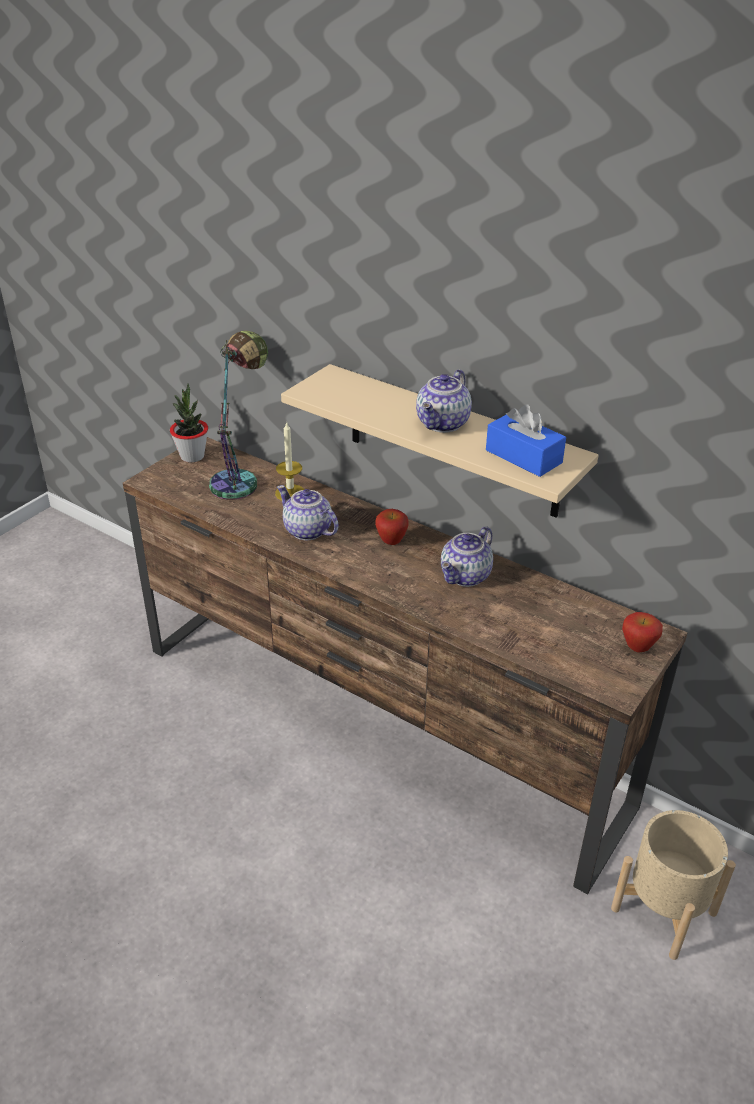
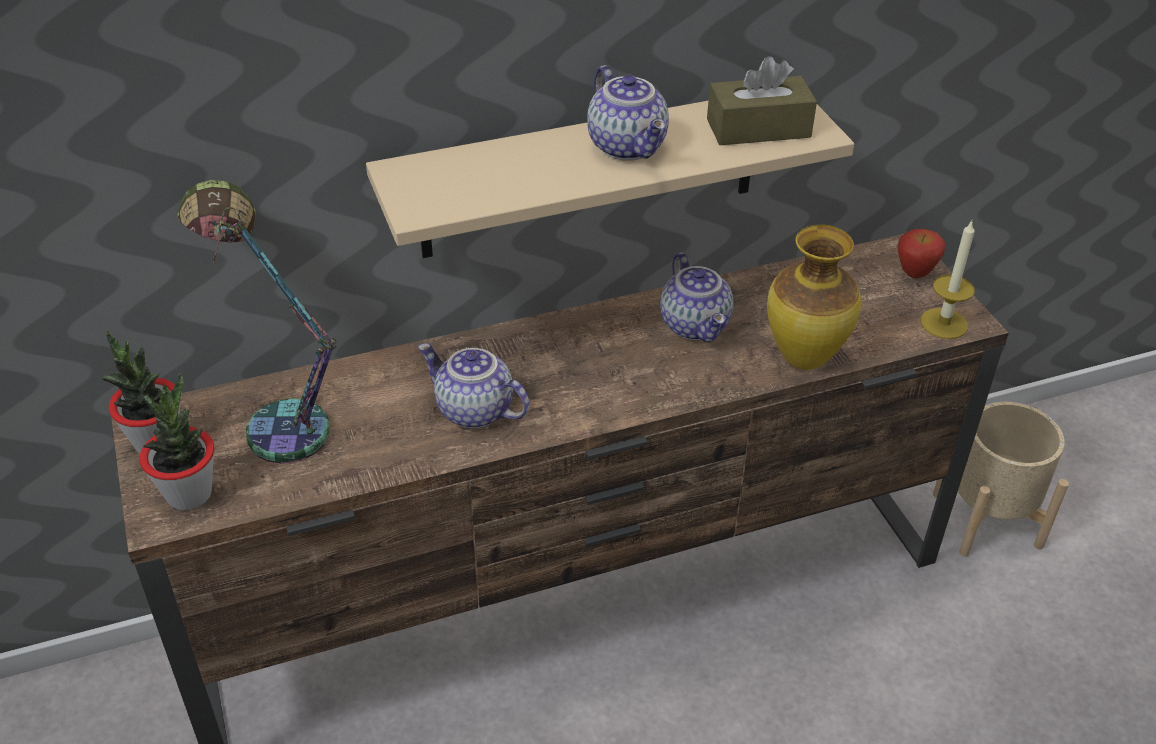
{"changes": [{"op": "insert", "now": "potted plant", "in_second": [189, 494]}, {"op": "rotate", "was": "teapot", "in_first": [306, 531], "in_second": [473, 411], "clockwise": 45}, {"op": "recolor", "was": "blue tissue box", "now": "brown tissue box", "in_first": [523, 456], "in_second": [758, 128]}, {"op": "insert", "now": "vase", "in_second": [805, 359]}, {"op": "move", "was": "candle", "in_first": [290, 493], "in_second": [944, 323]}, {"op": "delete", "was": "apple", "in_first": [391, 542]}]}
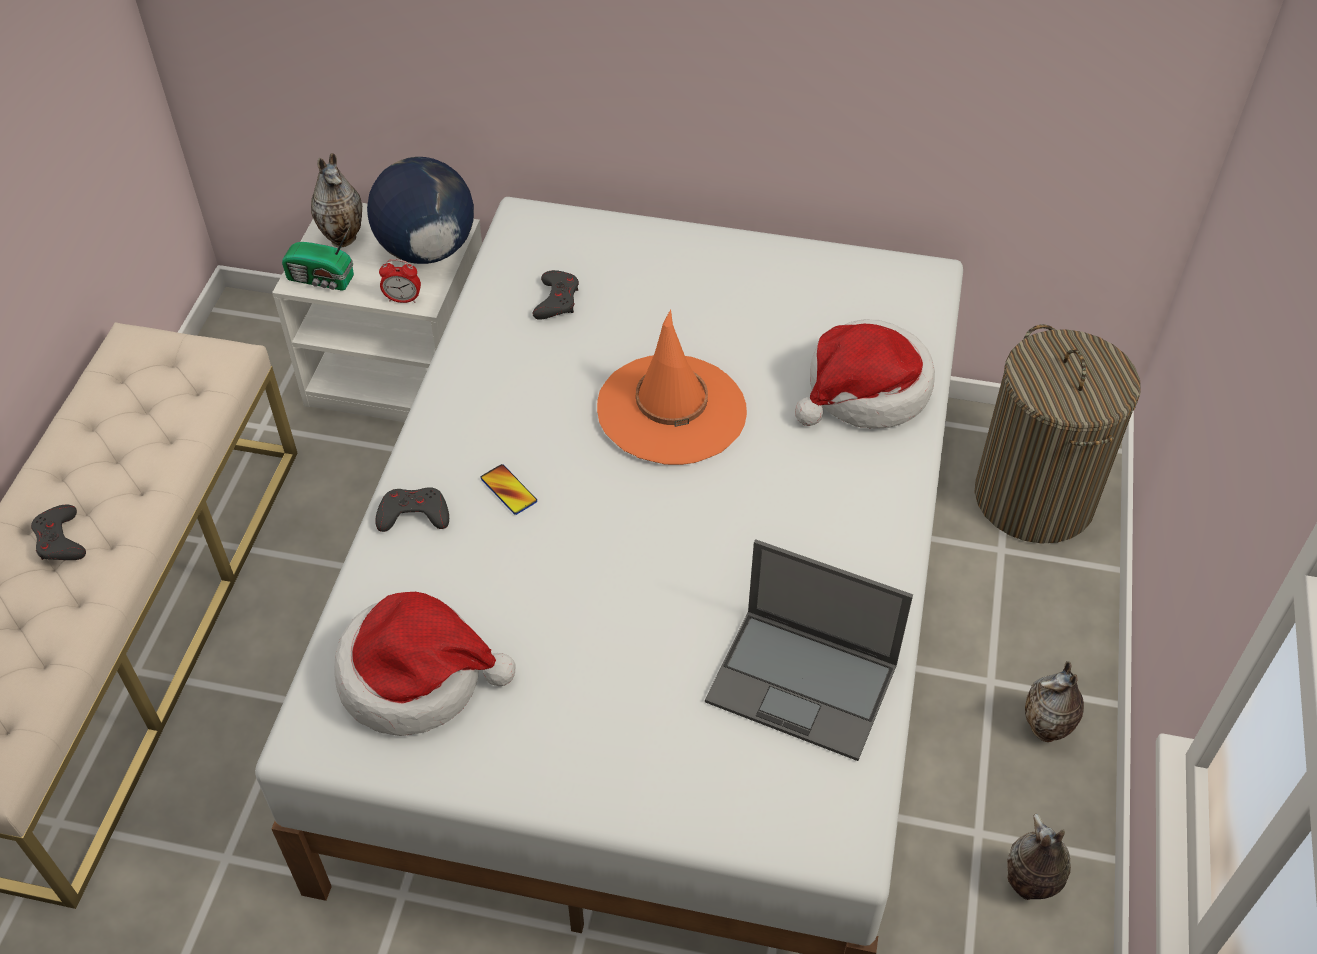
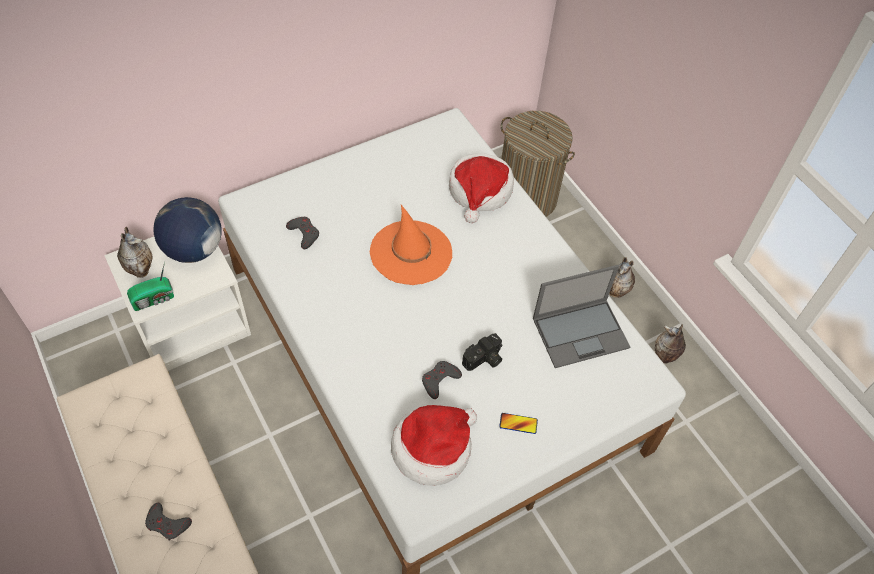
{"changes": [{"op": "move", "was": "grey game controller", "in_first": [413, 514], "in_second": [439, 380]}, {"op": "insert", "now": "photo camera", "in_second": [484, 360]}, {"op": "move", "was": "phone", "in_first": [508, 490], "in_second": [518, 423]}, {"op": "delete", "was": "alarm clock", "in_first": [403, 299]}]}
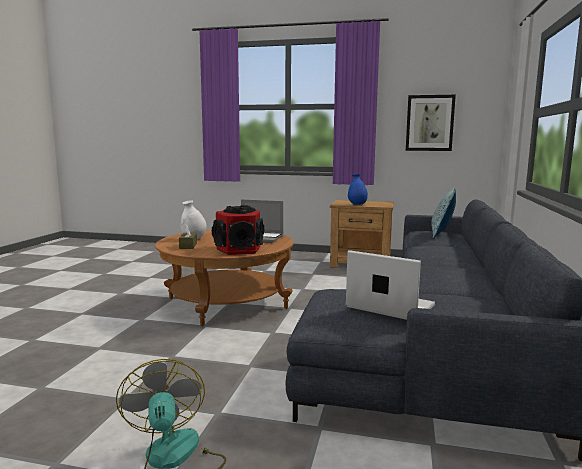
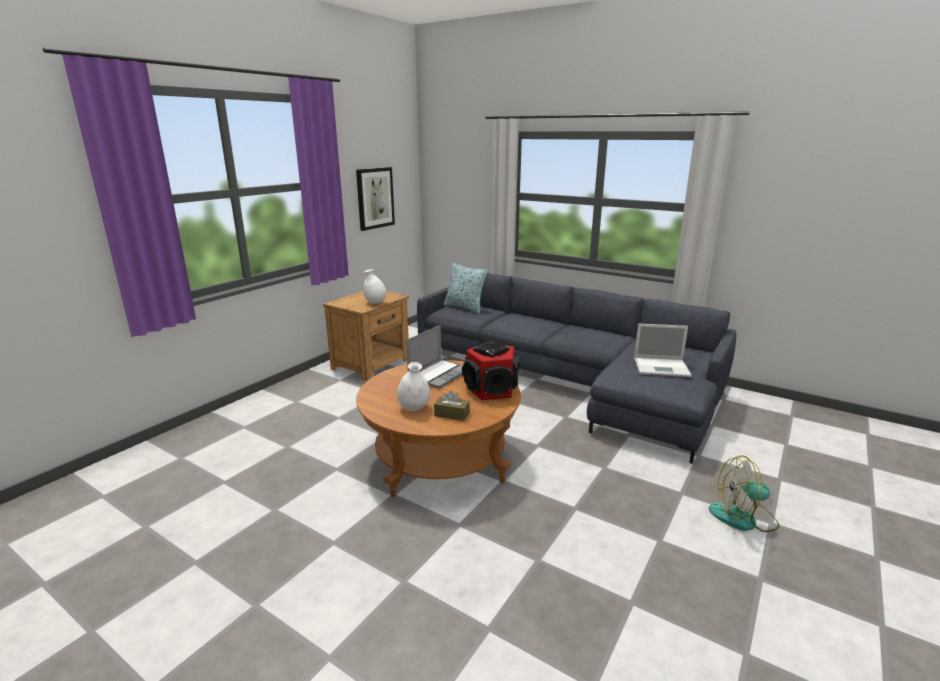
{"changes": [{"op": "recolor", "was": "blue vase", "now": "white vase", "in_first": [357, 205], "in_second": [375, 303]}, {"op": "rotate", "was": "laptop", "in_first": [388, 306], "in_second": [662, 367], "clockwise": -135}]}
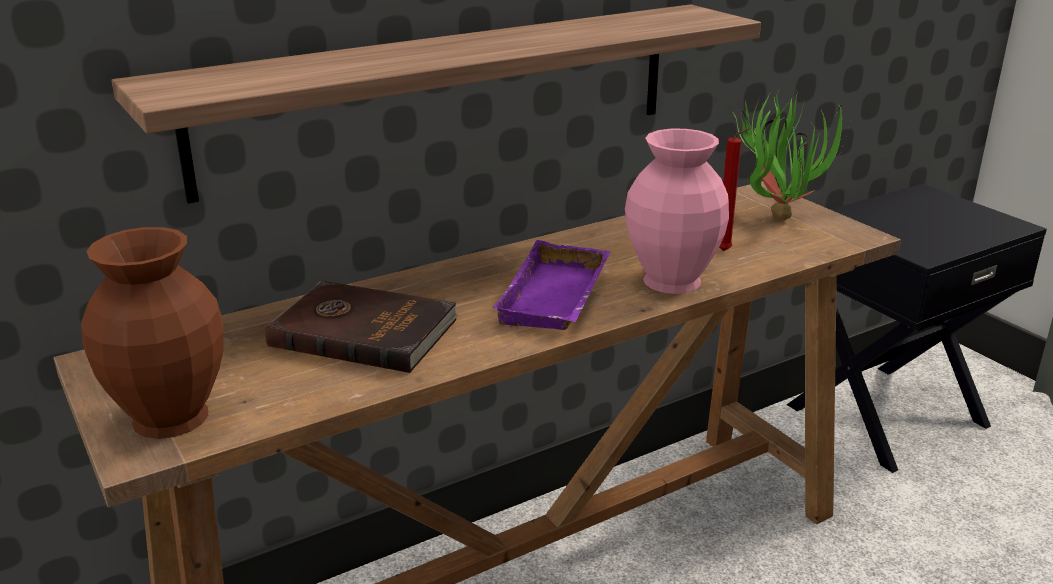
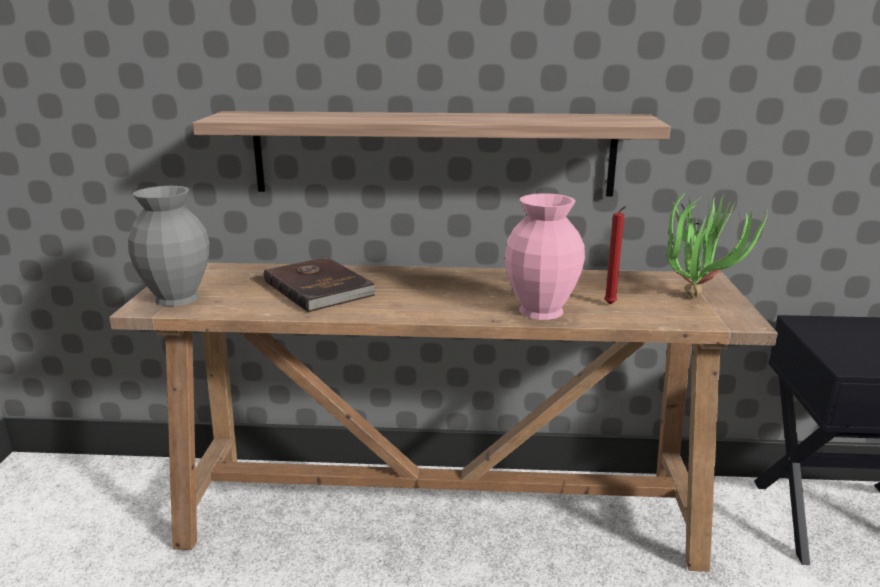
{"changes": [{"op": "recolor", "was": "brown vase", "now": "grey vase", "in_first": [168, 416], "in_second": [177, 297]}, {"op": "delete", "was": "purple tray", "in_first": [558, 298]}]}
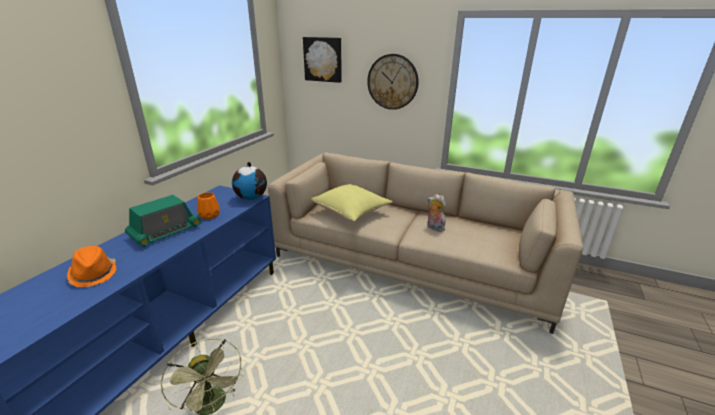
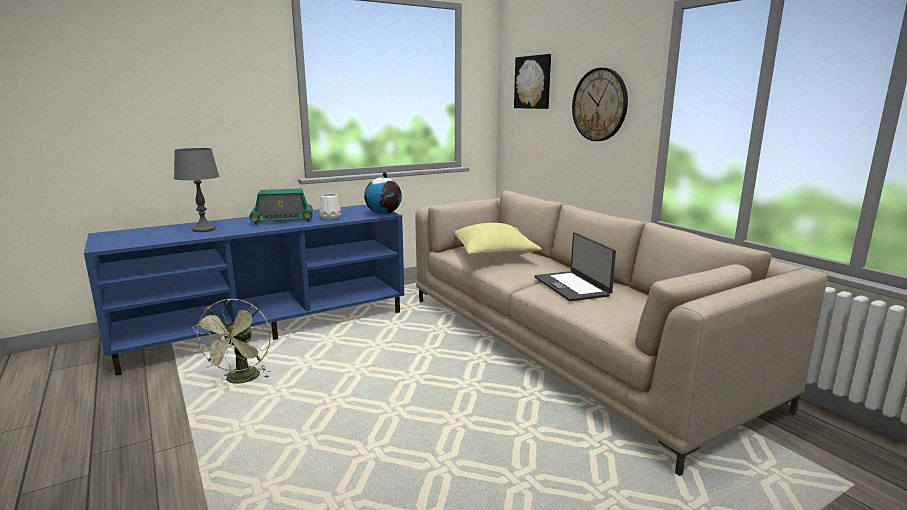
{"changes": [{"op": "replace", "was": "orange hat", "now": "grey table lamp", "in_first": [94, 274], "in_second": [204, 229]}, {"op": "recolor", "was": "orange vase", "now": "white vase", "in_first": [209, 215], "in_second": [330, 217]}, {"op": "replace", "was": "plush toy", "now": "laptop", "in_first": [434, 228], "in_second": [572, 286]}]}
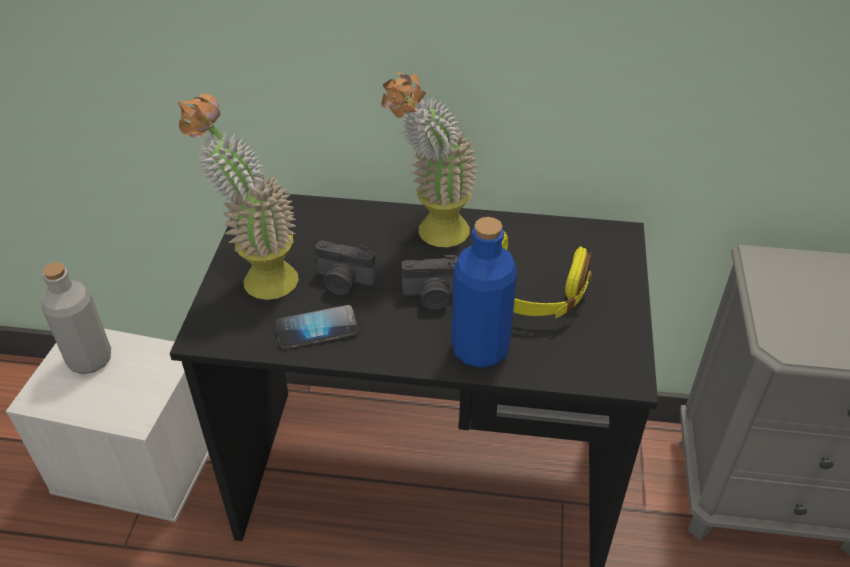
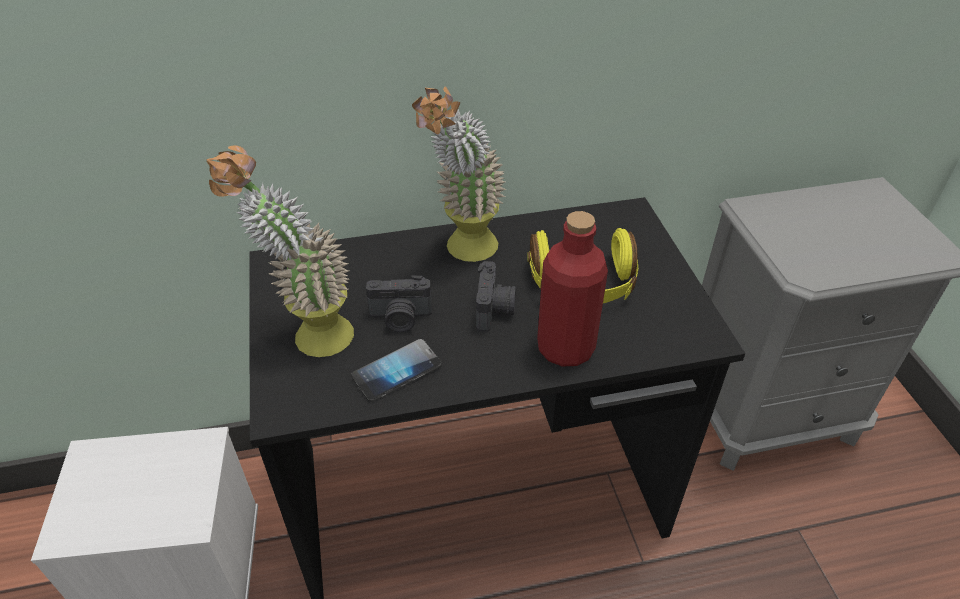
{"changes": [{"op": "rotate", "was": "photo camera", "in_first": [433, 297], "in_second": [495, 310], "clockwise": -60}, {"op": "recolor", "was": "blue bottle", "now": "red bottle", "in_first": [480, 349], "in_second": [565, 348]}, {"op": "delete", "was": "grey bottle", "in_first": [90, 359]}]}
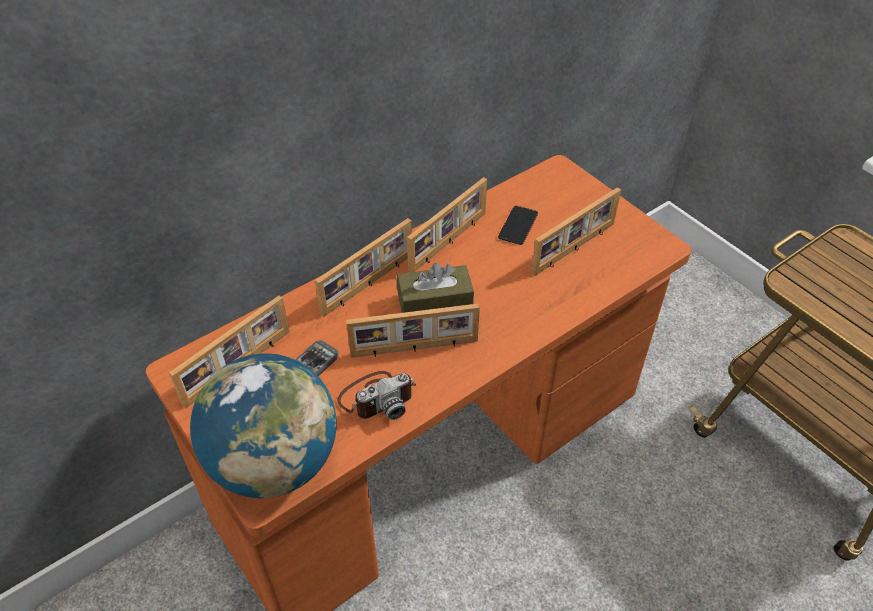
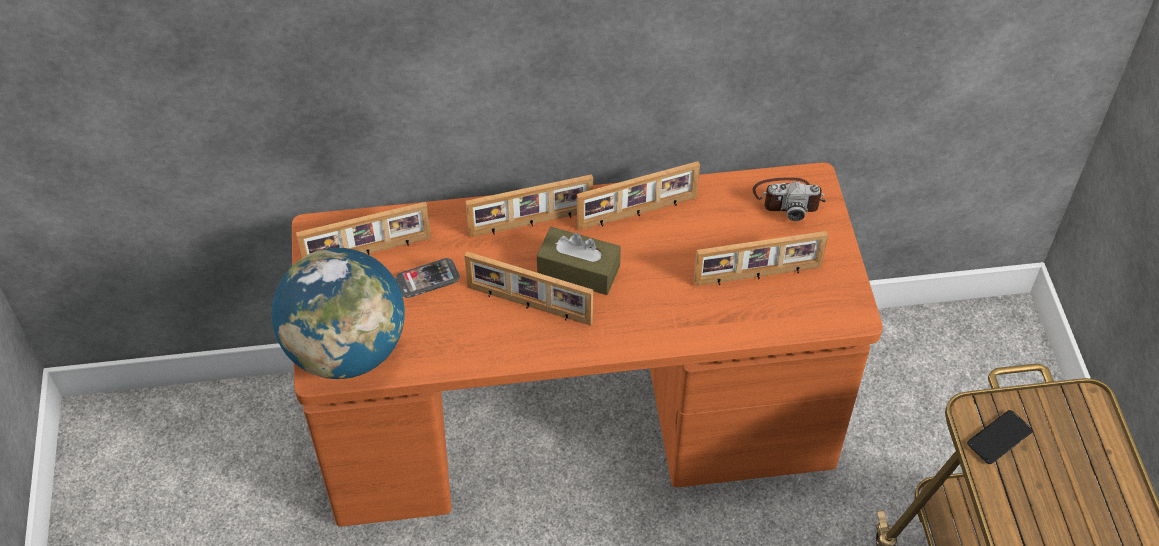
{"changes": [{"op": "move", "was": "photo camera", "in_first": [377, 397], "in_second": [788, 199]}, {"op": "move", "was": "phone", "in_first": [518, 226], "in_second": [999, 437]}]}
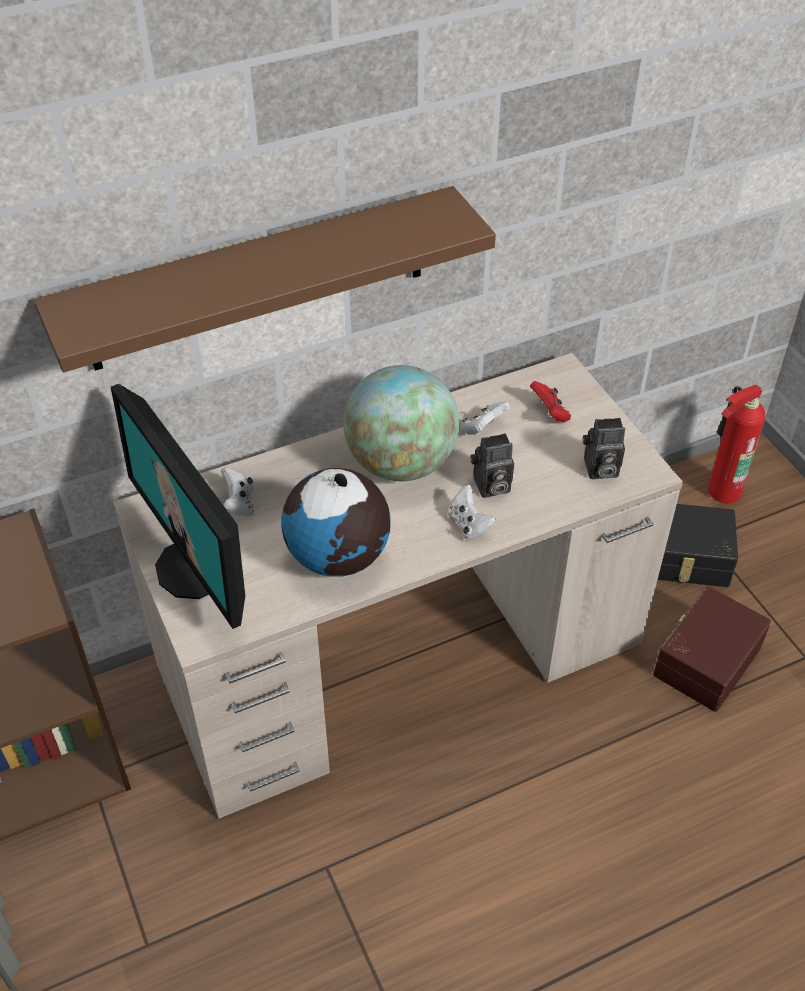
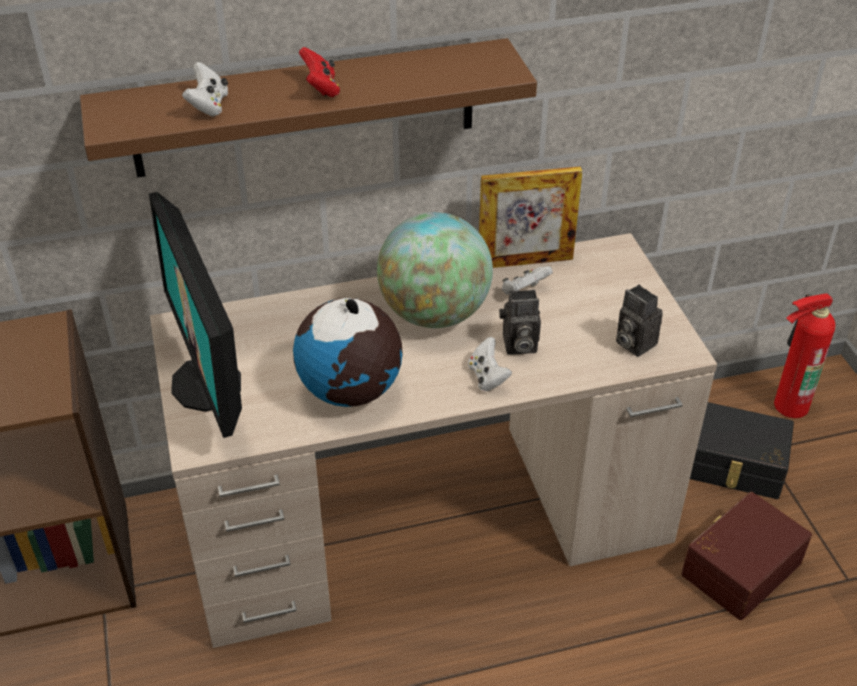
{"changes": [{"op": "move", "was": "white game controller", "in_first": [239, 503], "in_second": [209, 106]}, {"op": "move", "was": "red game controller", "in_first": [550, 413], "in_second": [321, 88]}, {"op": "insert", "now": "picture frame", "in_second": [525, 262]}, {"op": "rotate", "was": "photo camera", "in_first": [599, 470], "in_second": [633, 343], "clockwise": 45}]}
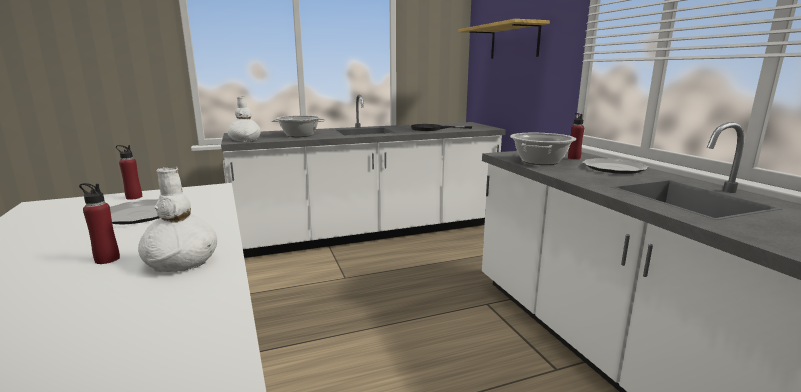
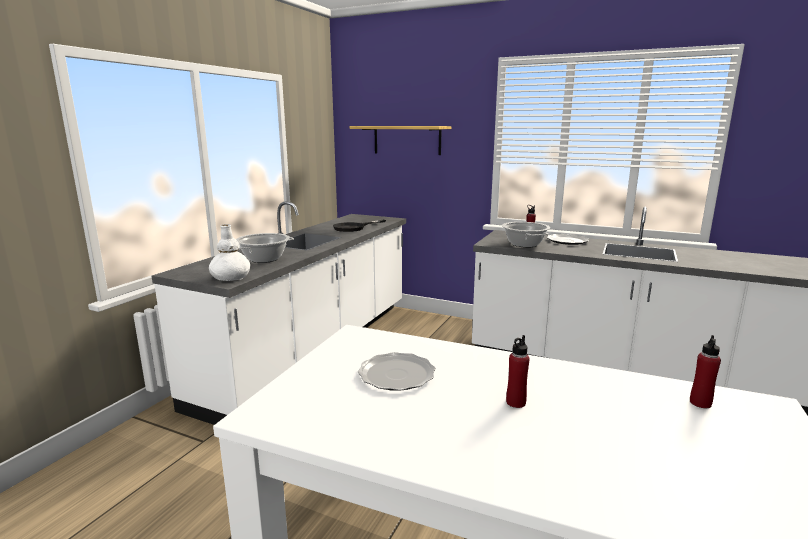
{"changes": [{"op": "move", "was": "red bottle", "in_first": [134, 197], "in_second": [700, 403]}, {"op": "delete", "was": "white vase", "in_first": [182, 261]}]}
